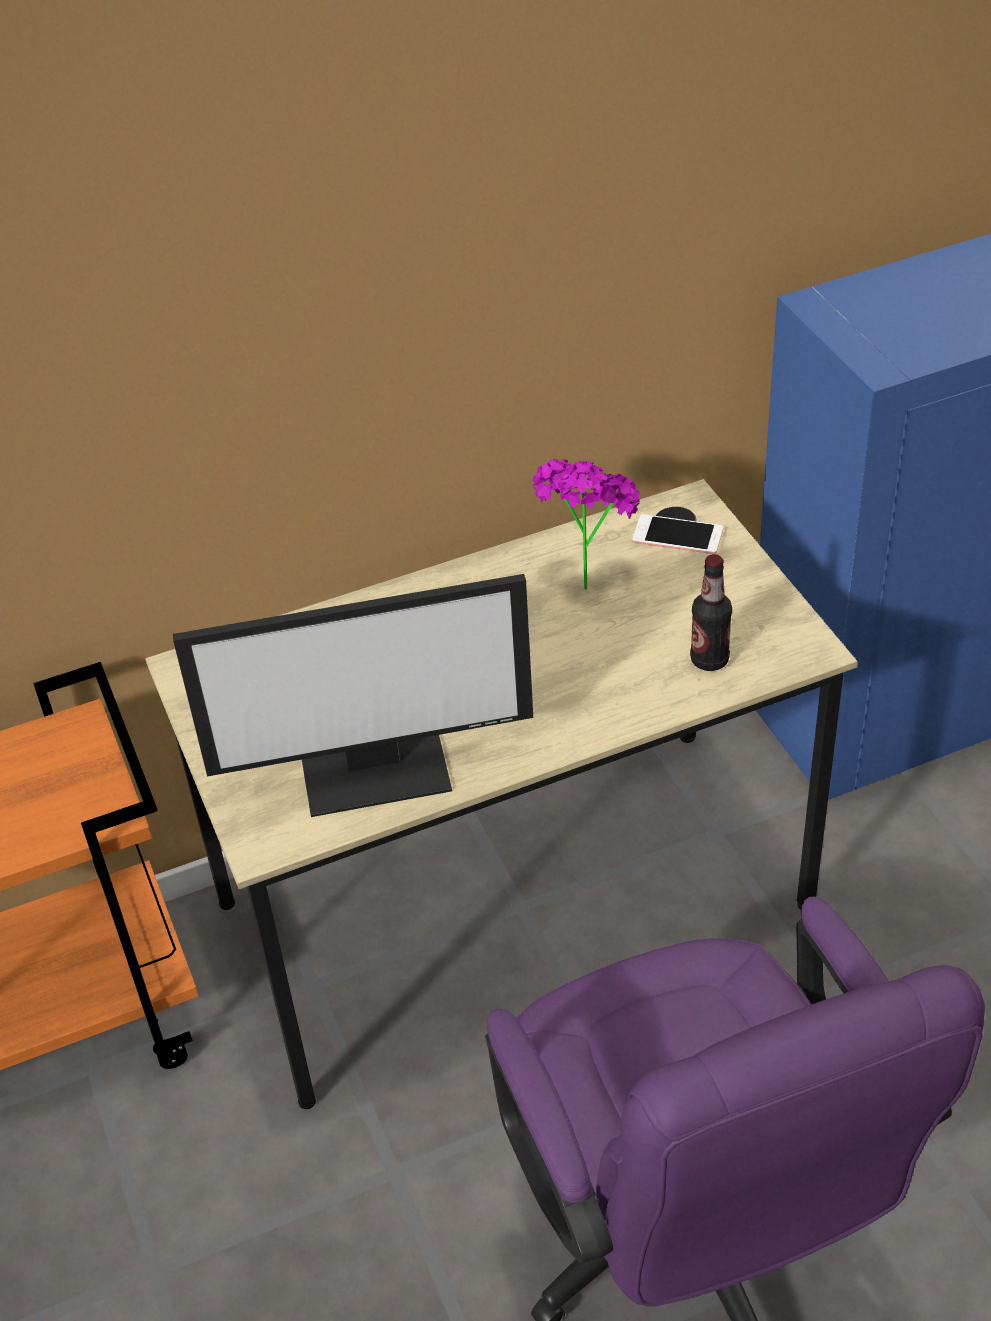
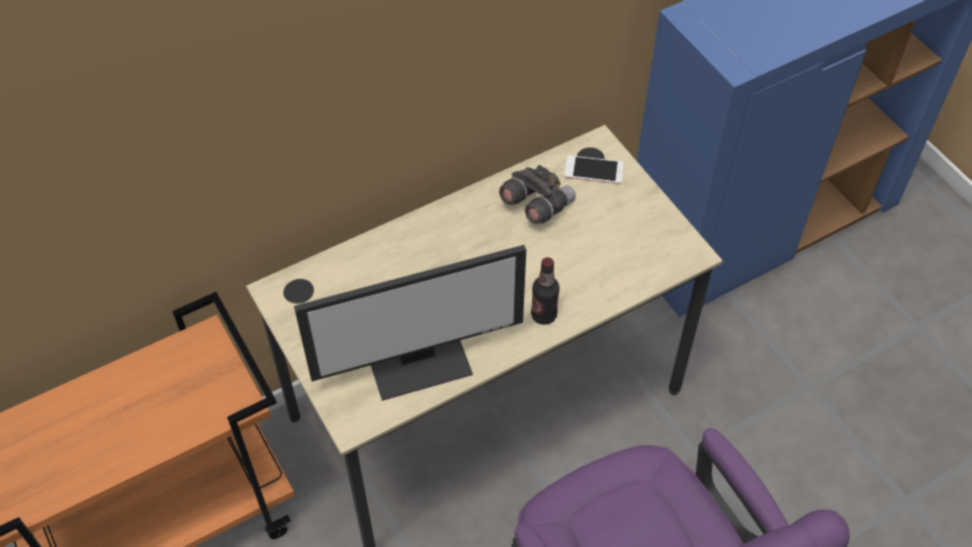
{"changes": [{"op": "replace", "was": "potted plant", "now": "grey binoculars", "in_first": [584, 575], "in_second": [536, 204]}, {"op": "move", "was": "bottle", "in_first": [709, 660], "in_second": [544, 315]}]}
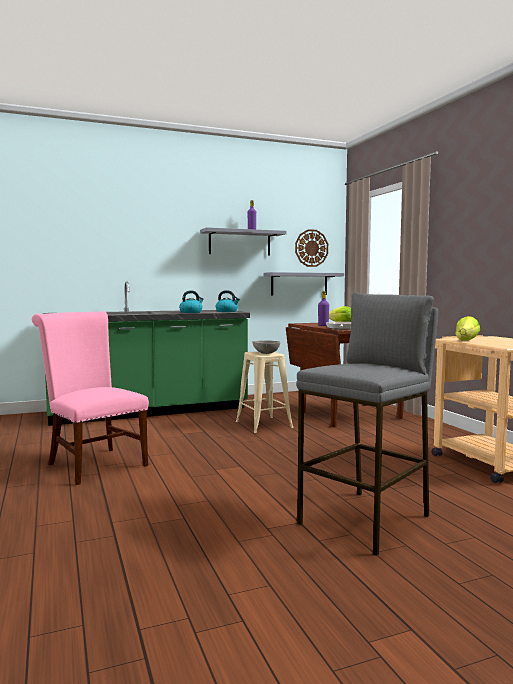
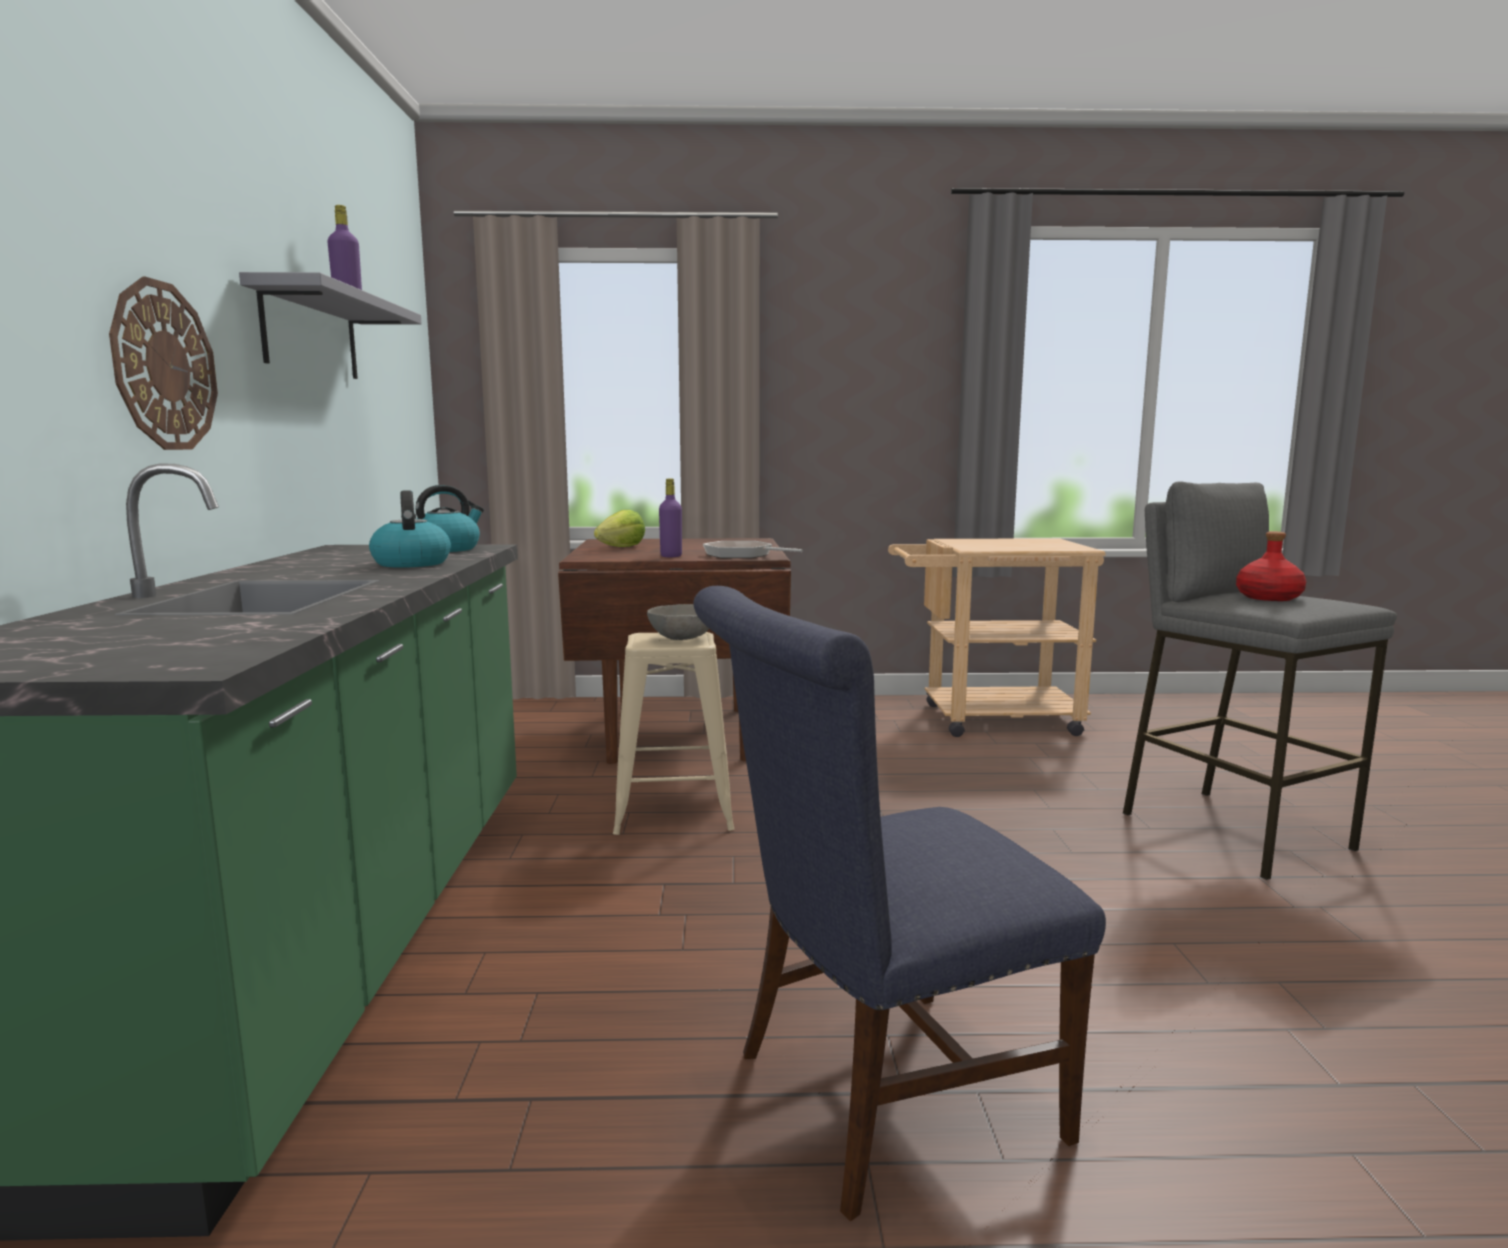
{"changes": [{"op": "move", "was": "wall clock", "in_first": [311, 248], "in_second": [164, 366]}, {"op": "recolor", "was": "pink chair", "now": "blue chair", "in_first": [93, 463], "in_second": [878, 1098]}, {"op": "insert", "now": "red bottle", "in_second": [1269, 597]}, {"op": "delete", "was": "grey shelf", "in_first": [299, 284]}, {"op": "delete", "was": "lettuce", "in_first": [466, 340]}]}
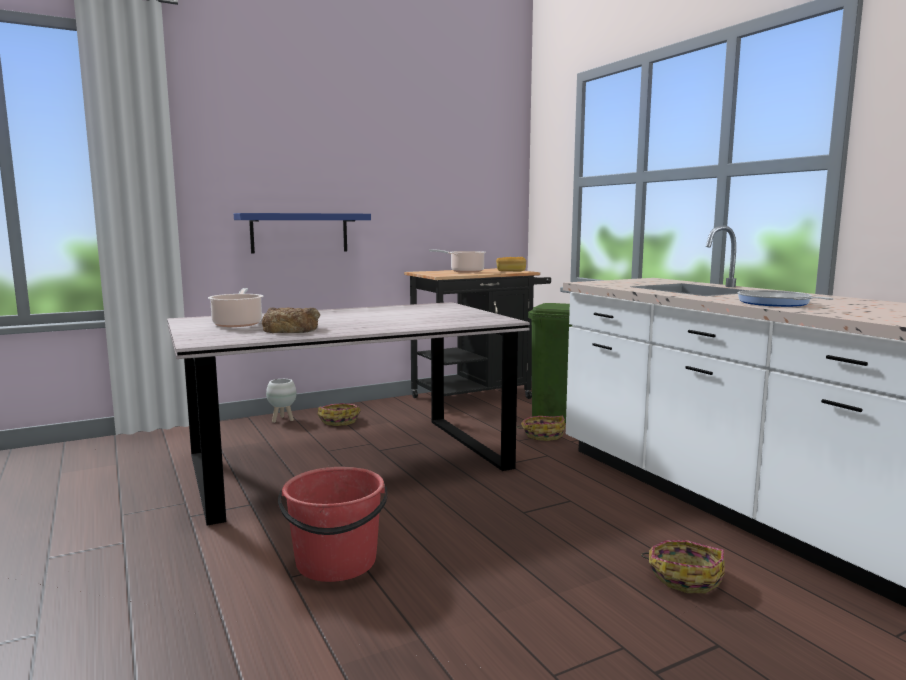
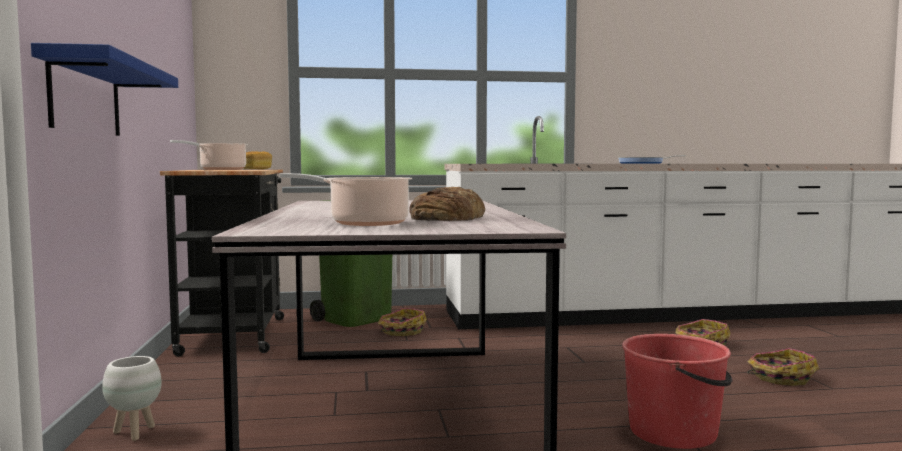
{"changes": [{"op": "move", "was": "basket", "in_first": [339, 420], "in_second": [780, 378]}]}
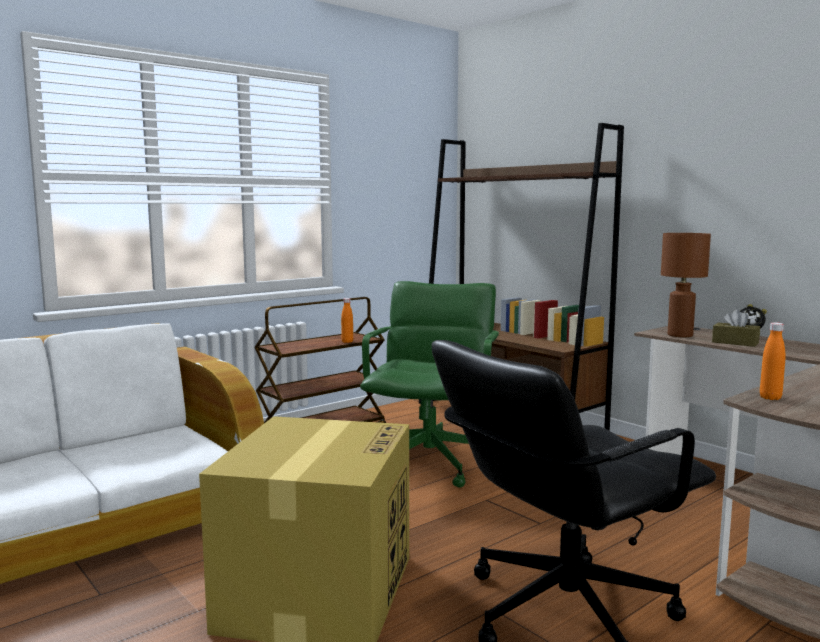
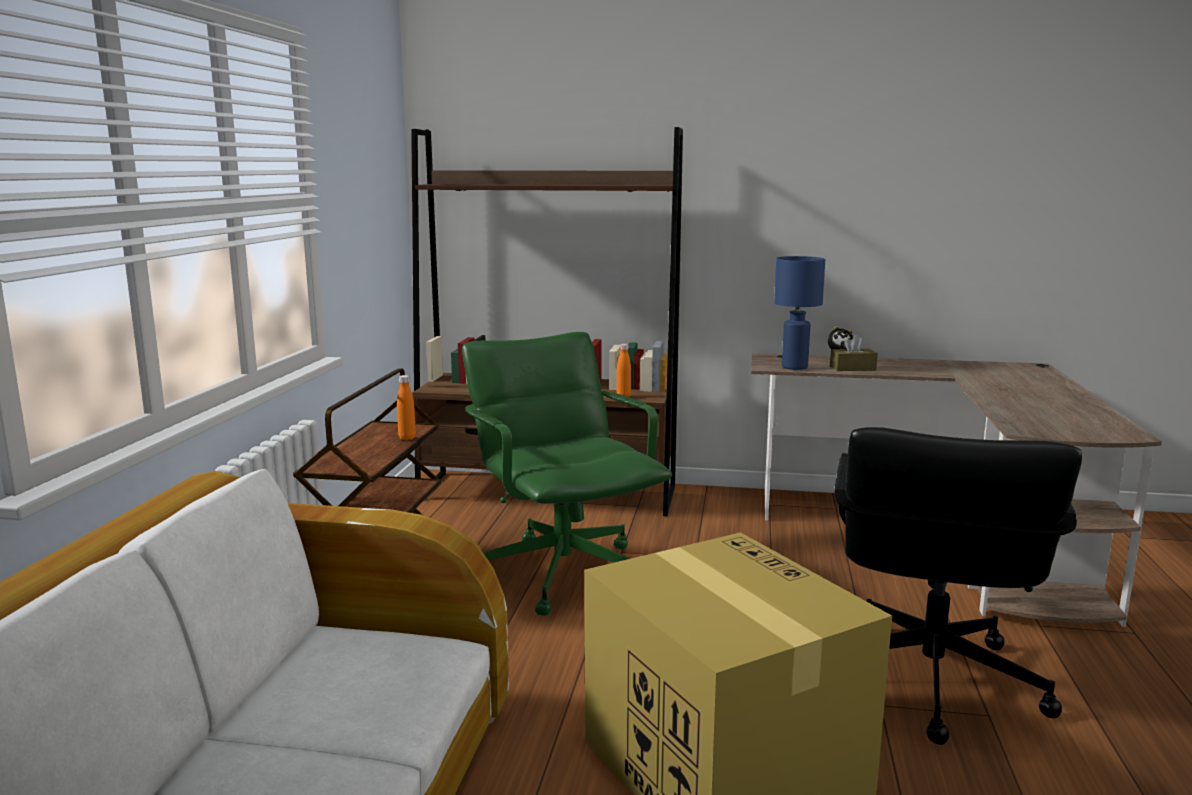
{"changes": [{"op": "move", "was": "orange bottle", "in_first": [770, 398], "in_second": [623, 396]}, {"op": "recolor", "was": "brown table lamp", "now": "blue table lamp", "in_first": [679, 335], "in_second": [794, 367]}]}
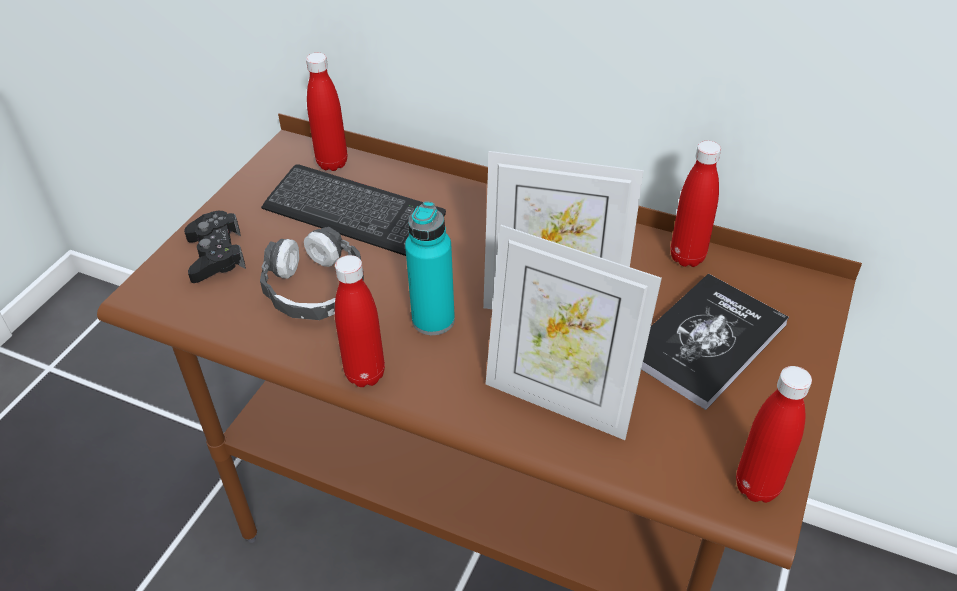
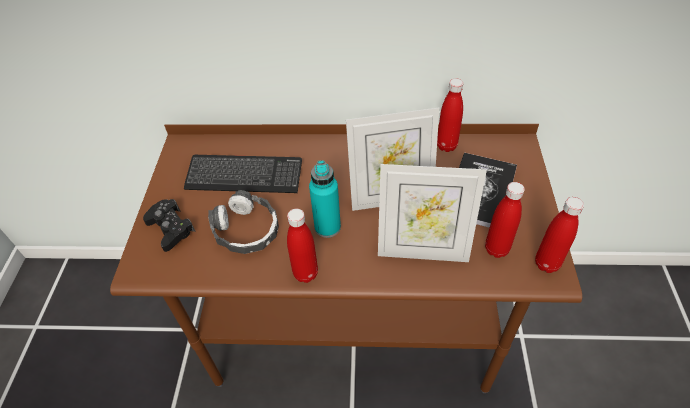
{"changes": [{"op": "move", "was": "red bottle", "in_first": [332, 163], "in_second": [496, 249]}]}
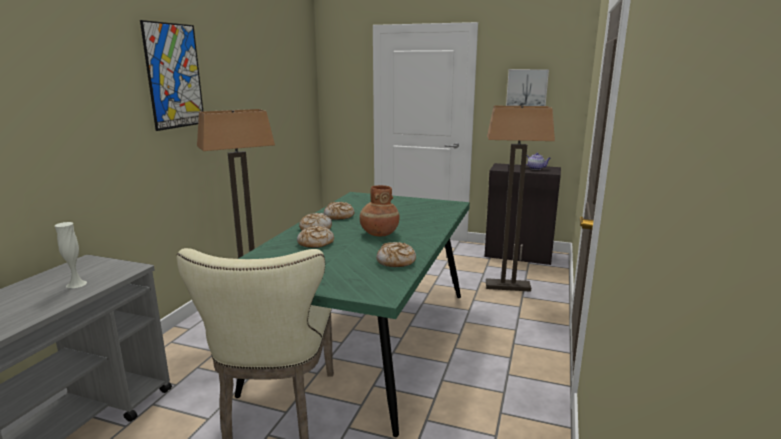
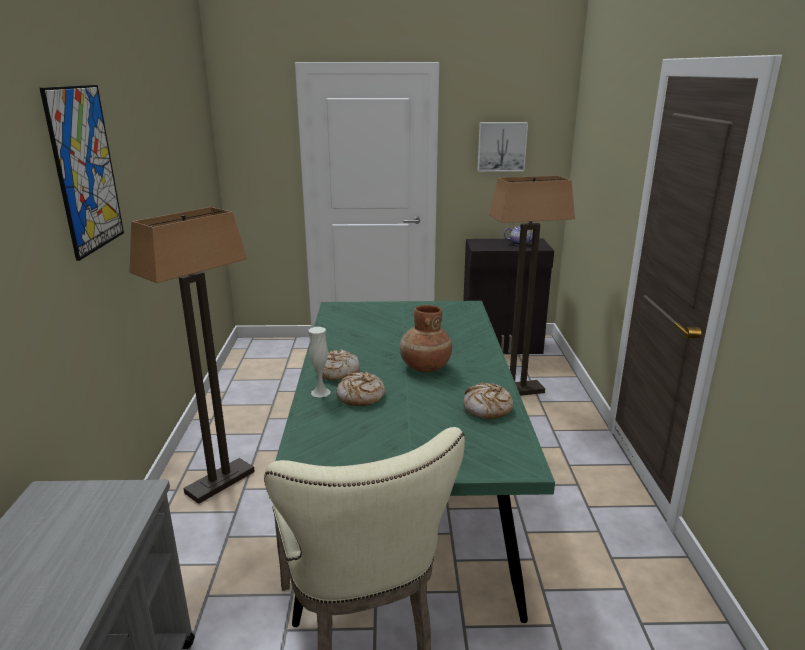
{"changes": [{"op": "move", "was": "white vase", "in_first": [76, 284], "in_second": [320, 392]}, {"op": "delete", "was": "bread", "in_first": [339, 216]}]}
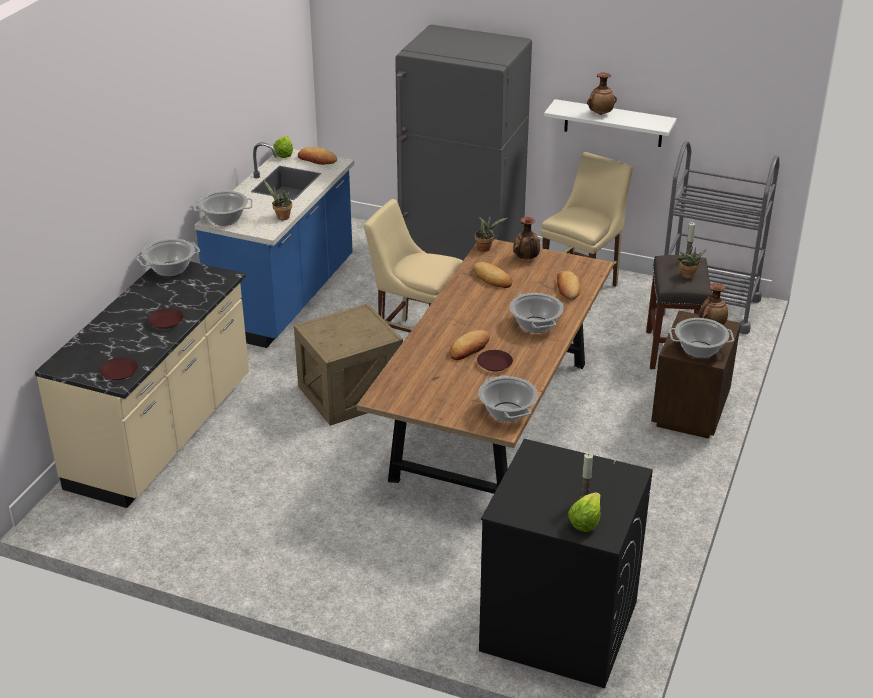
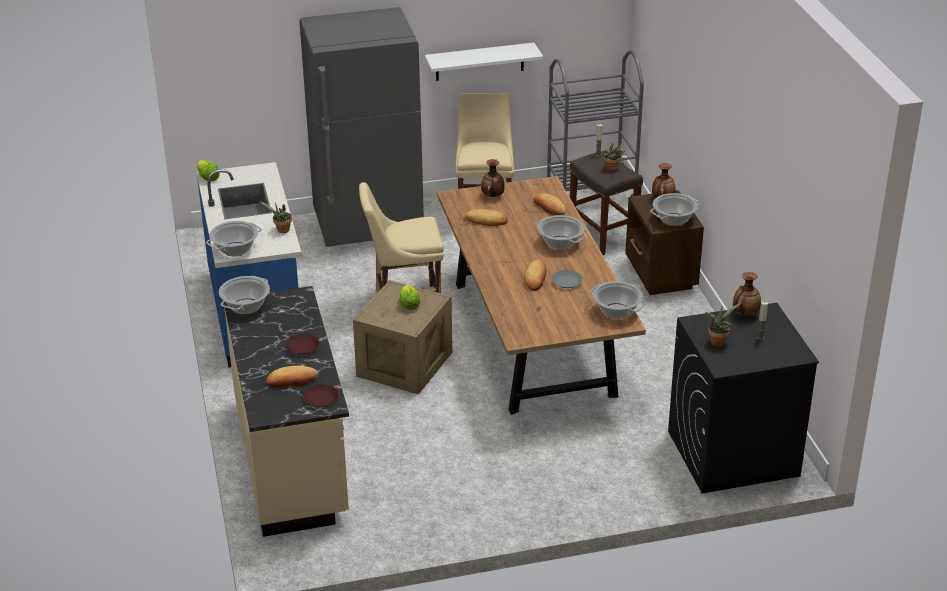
{"changes": [{"op": "move", "was": "bread", "in_first": [317, 159], "in_second": [291, 380]}, {"op": "move", "was": "lettuce", "in_first": [585, 521], "in_second": [409, 304]}, {"op": "recolor", "was": "brown plate", "now": "grey plate", "in_first": [495, 363], "in_second": [566, 281]}, {"op": "move", "was": "potted plant", "in_first": [485, 248], "in_second": [718, 341]}, {"op": "move", "was": "vase", "in_first": [600, 114], "in_second": [745, 314]}]}
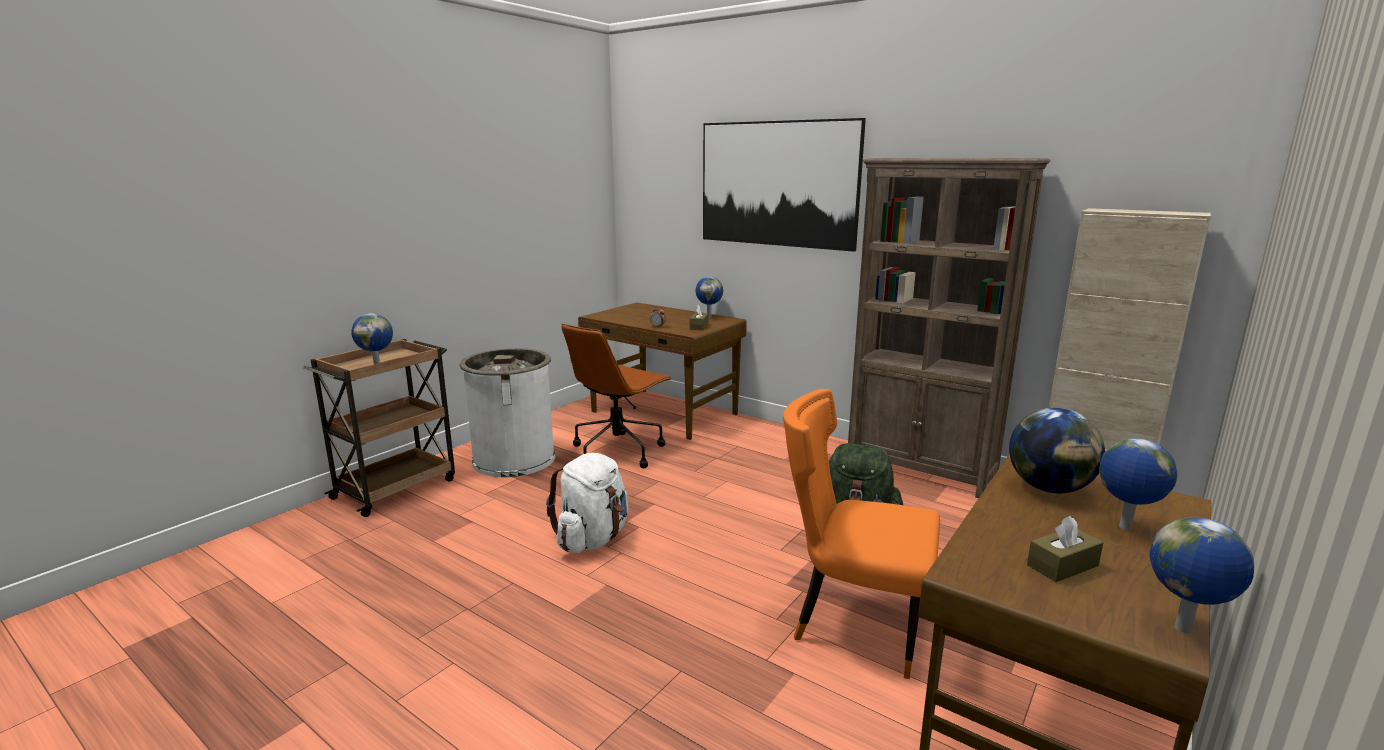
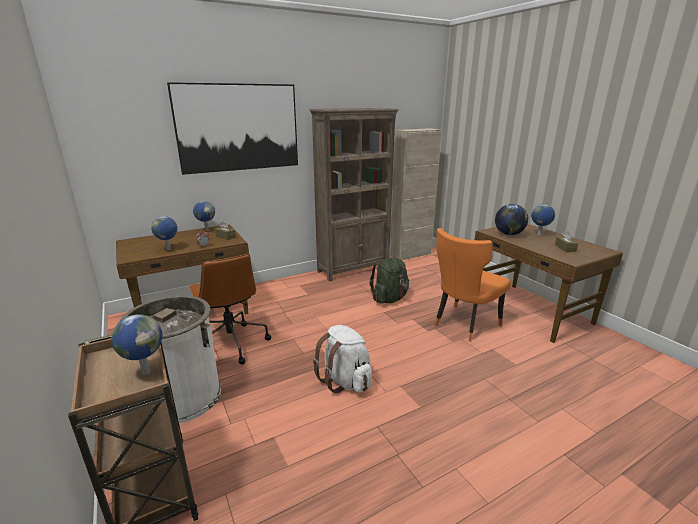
{"changes": [{"op": "move", "was": "globe", "in_first": [1184, 630], "in_second": [168, 249]}]}
